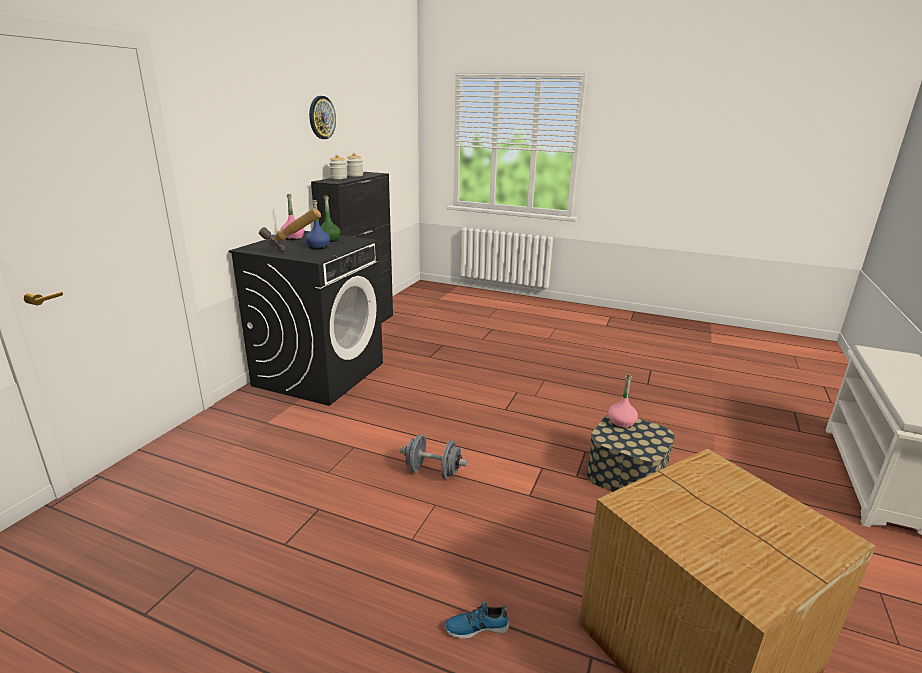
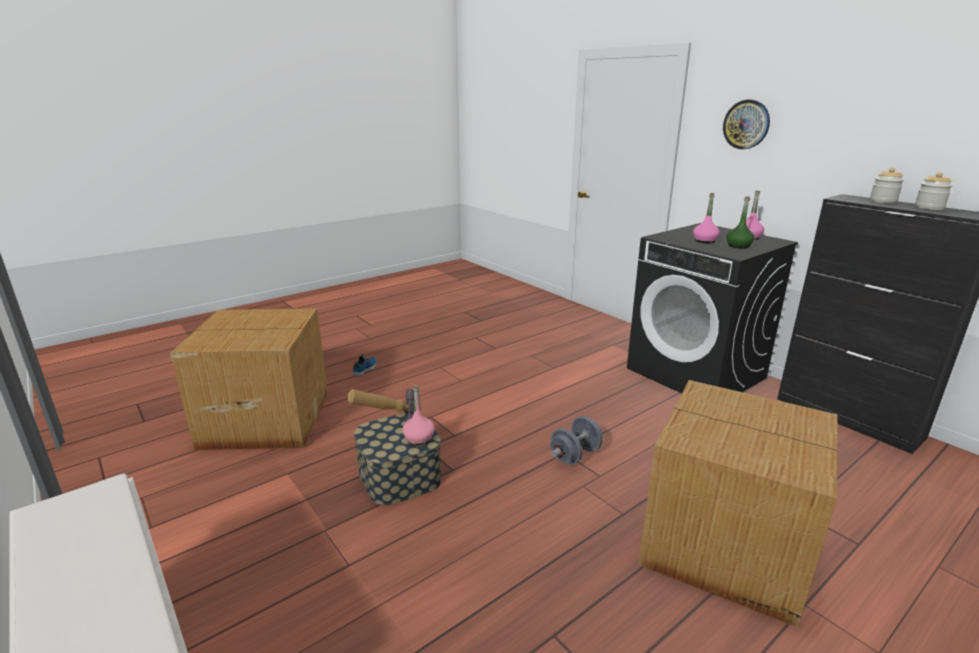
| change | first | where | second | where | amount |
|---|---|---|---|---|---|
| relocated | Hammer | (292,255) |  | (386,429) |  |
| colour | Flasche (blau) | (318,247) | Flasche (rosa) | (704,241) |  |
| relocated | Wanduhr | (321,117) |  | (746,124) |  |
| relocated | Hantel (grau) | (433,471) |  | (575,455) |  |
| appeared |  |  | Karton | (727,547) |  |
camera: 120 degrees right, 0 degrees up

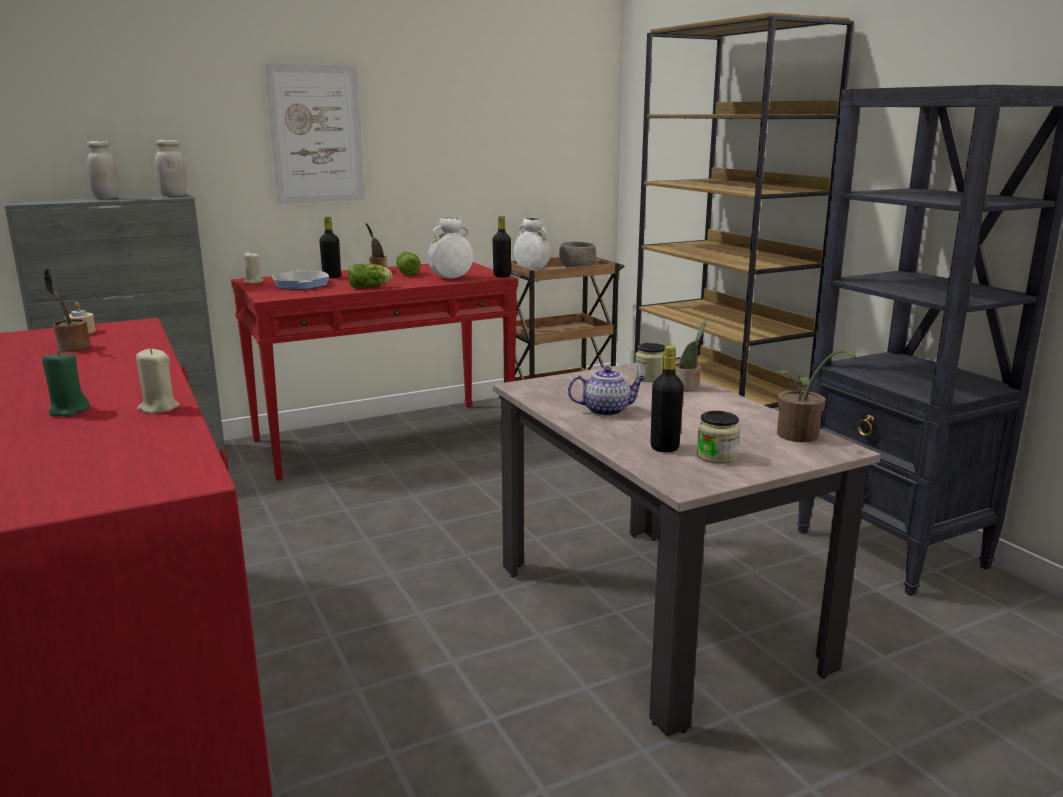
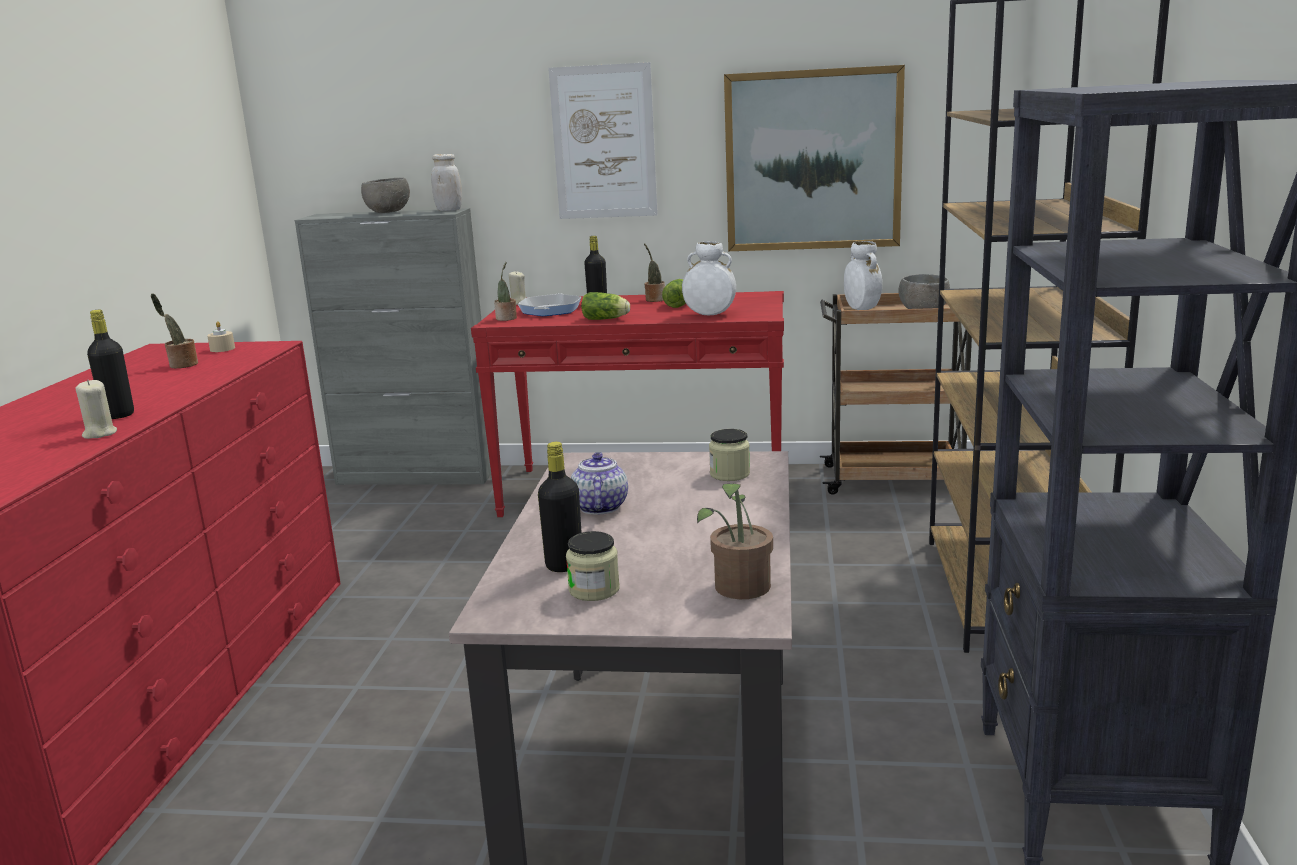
| change | first | where | second | where | amount |
|---|---|---|---|---|---|
| missing | Kerze (grün) | (69,411) |  |  |  |
| exchanged | Vorratsglas (weiß) | (106,198) | Schüssel (grau) | (388,212) |  |
| relocated | Flasche (schwarz) | (502,276) |  | (119,415) |  |
| spun | Teekanne | (606,410) |  | (599,507) | 120 degrees counterclockwise |
| relocated | Topfpflanze | (688,388) |  | (506,318) |  |
| appeared |  |  | Bild | (813,160) |  |
camera: 35 degrees right, 0 degrees up

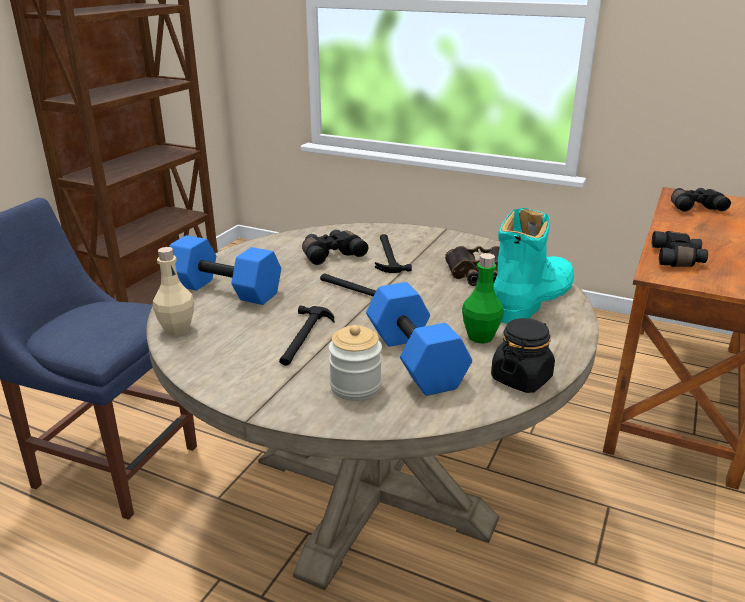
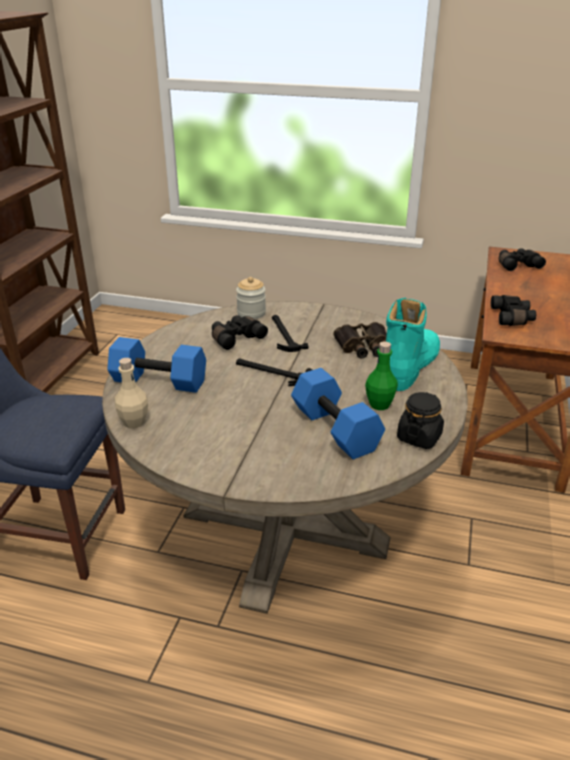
| change | first | where | second | where | amount |
|---|---|---|---|---|---|
| missing | Hammer | (303,337) |  |  |  |
| relocated | Vorratsglas | (355,386) |  | (251,313) |  |
camera: 10 degrees left, 5 degrees up

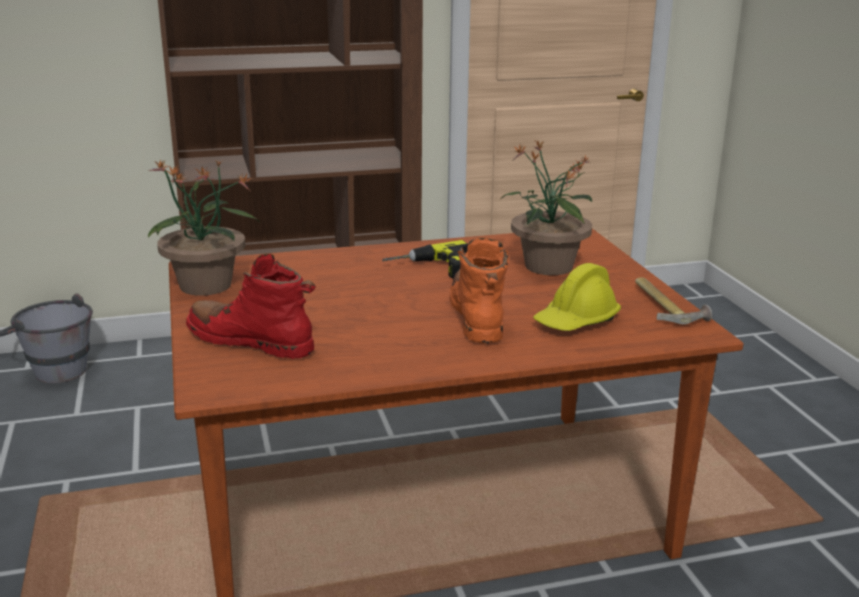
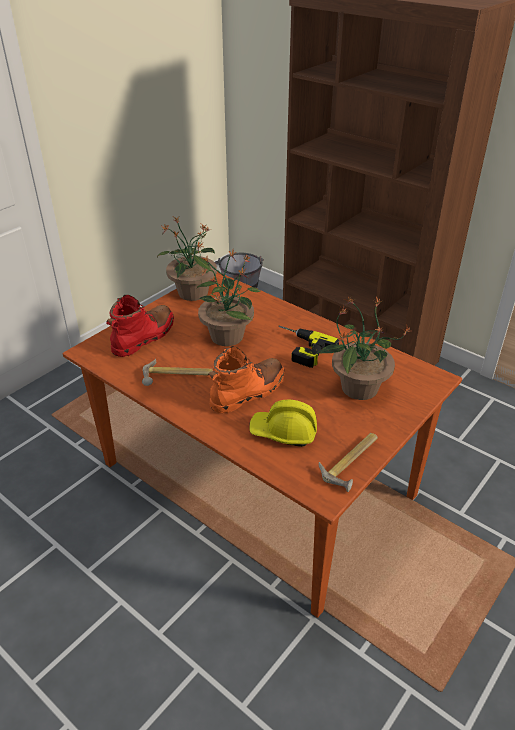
| change | first | where | second | where | amount |
|---|---|---|---|---|---|
| spun | Stiefel (rot) | (251,342) |  | (144,337) | 45 degrees clockwise |
| appeared |  |  | Hammer | (177,376) |  |
| appeared |  |  | Topfpflanze | (227,335) |  |
camera: 55 degrees right, 15 degrees up

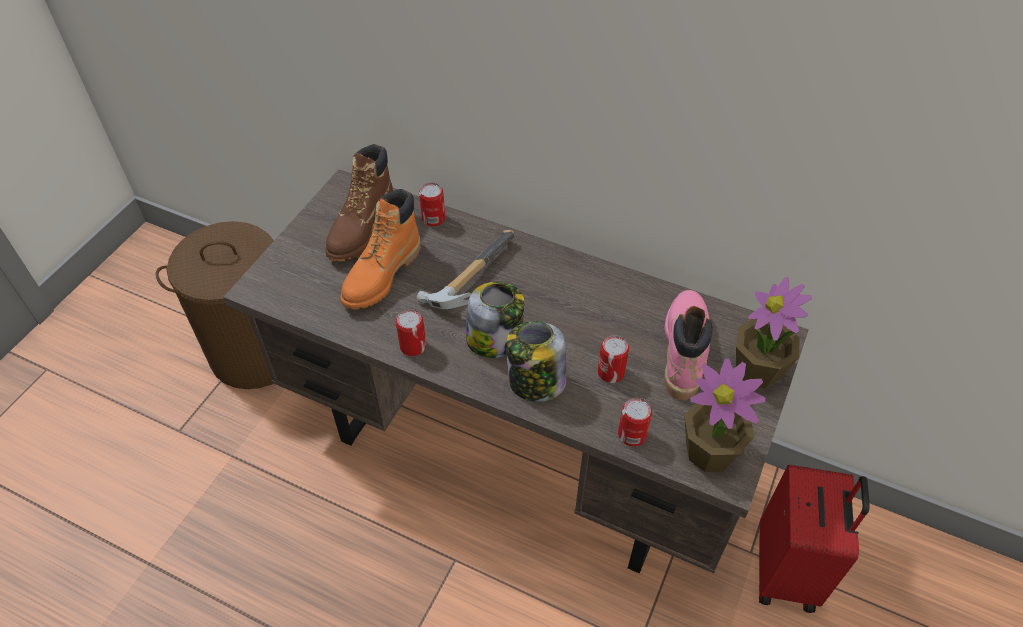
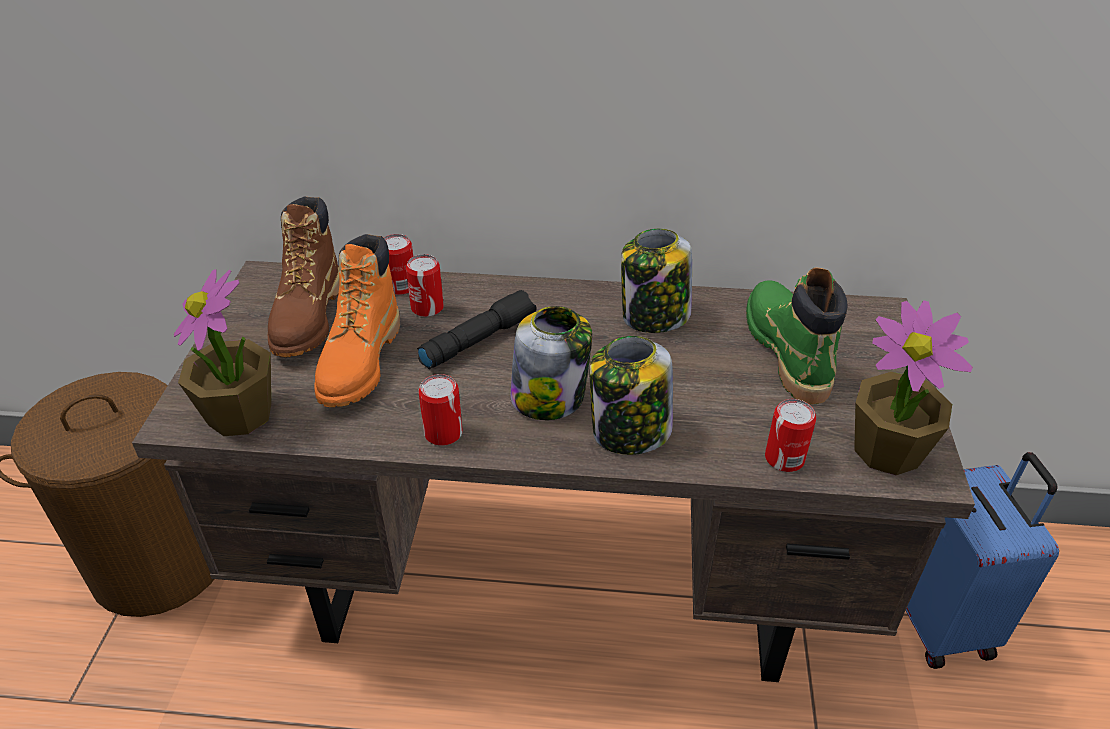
| change | first | where | second | where | amount |
|---|---|---|---|---|---|
| exchanged | Hammer | (467,278) | Taschenlampe (schwarz) | (478,339) |  |
| relocated | Dose | (611,372) |  | (427,308) |  |
| colour | Stiefel (rosa) | (684,349) | Stiefel (grün) | (786,351) |  |
| relocated | Topfpflanze | (757,370) |  | (240,414) |  |
| colour | Koffer (rot) | (787,570) | Koffer (blau) | (940,620) |  |
| appeared |  |  | Vorratsglas | (654,317) |  |
camera: 20 degrees left, 10 degrees down

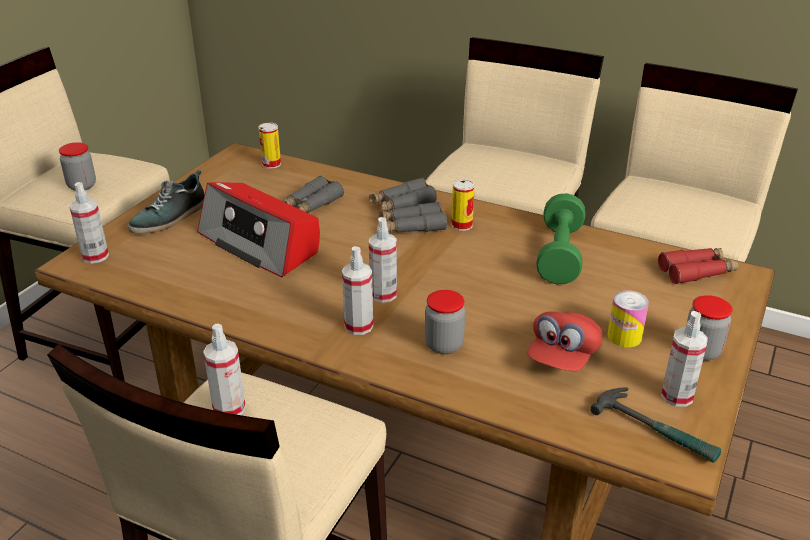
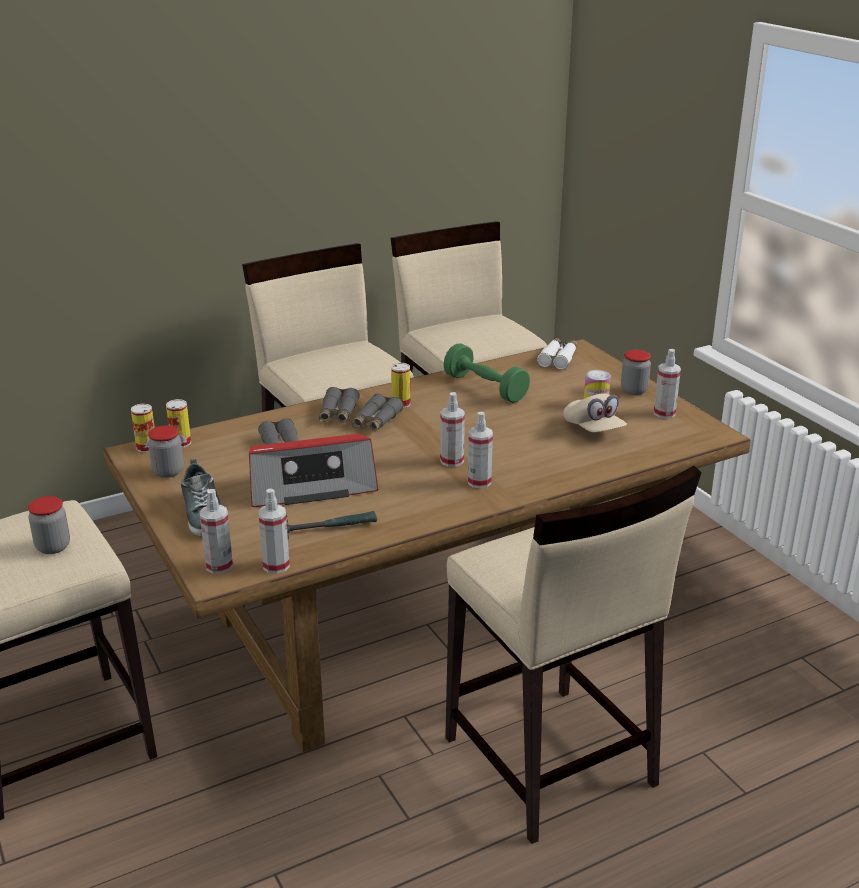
| change | first | where | second | where | amount |
|---|---|---|---|---|---|
| relocated | Sprühflasche | (229,408) |  | (276,565) |  |
| relocated | Vorratsglas | (444,345) |  | (168,471) |  |
| colour | Kappe (rot) | (563,357) | Kappe (beige) | (593,429) |  |
| relocated | Hammer | (656,430) |  | (326,527) |  |
| colour | Fernglas (rot) | (696,272) | Fernglas (weiß) | (558,358) |  |
| appeared |  |  | Dose | (146,447) |  |
camera: 55 degrees left, 5 degrees down

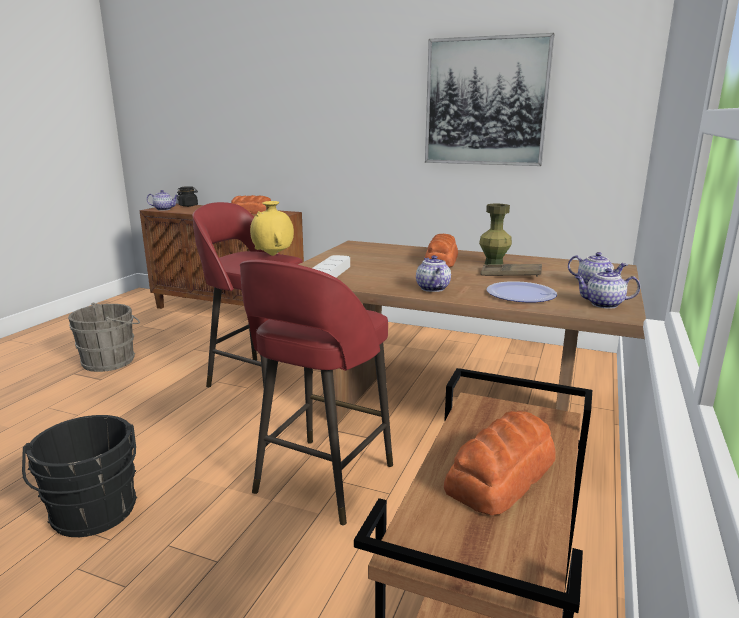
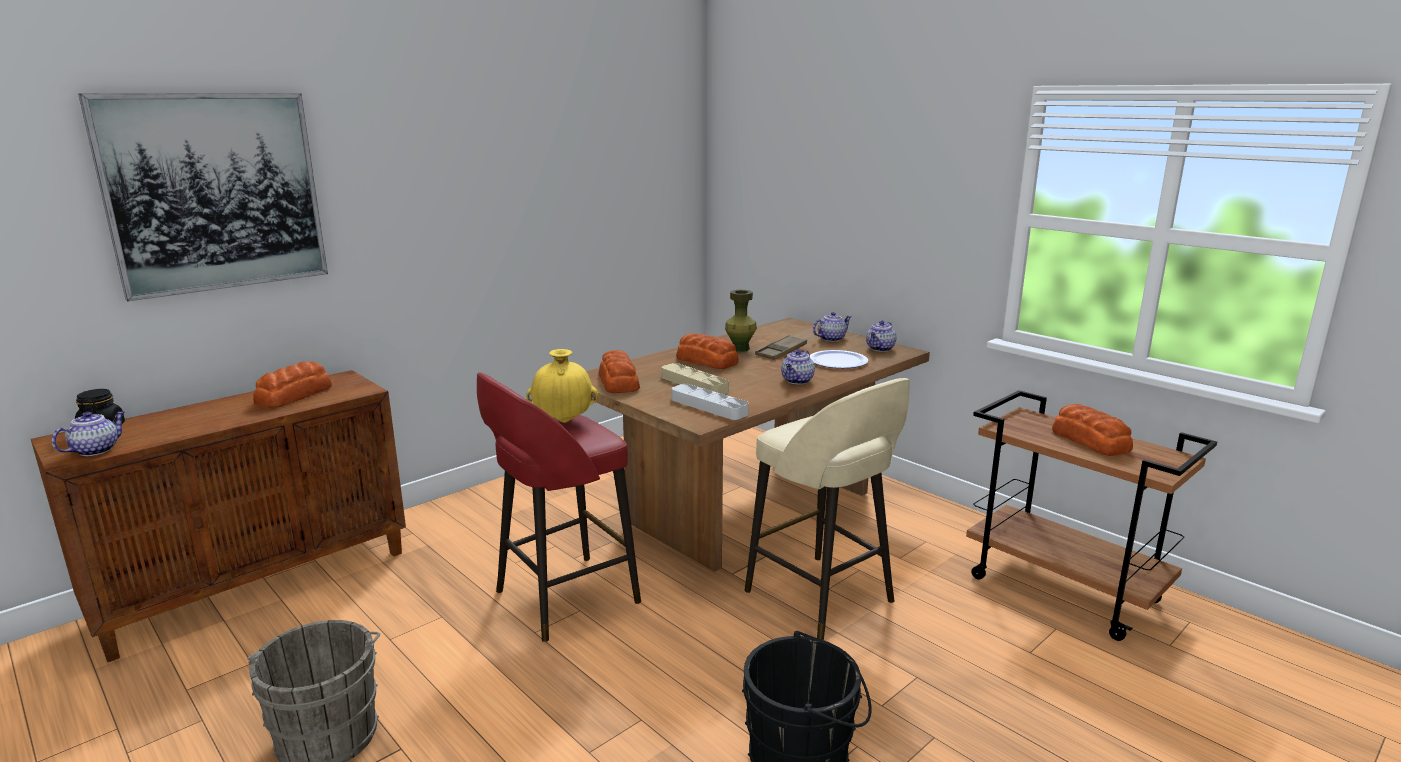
| change | first | where | second | where | amount |
|---|---|---|---|---|---|
| colour | Hocker (rot) | (321,481) | Hocker (beige) | (822,599) |  |
| spun | Teekanne | (432,288) |  | (797,381) | 75 degrees counterclockwise |
| relocated | Bild | (485,102) |  | (215,192) |  |
| appeared |  |  | Brot | (619,382) |  |
| appeared |  |  | Tablett (beige) | (694,384) |  |
camera: 65 degrees left, 0 degrees up

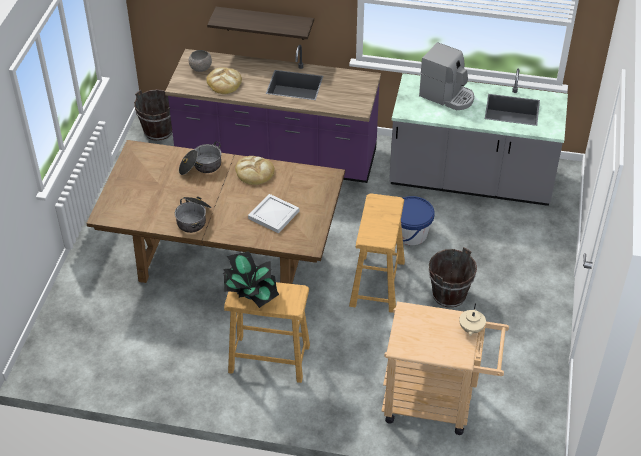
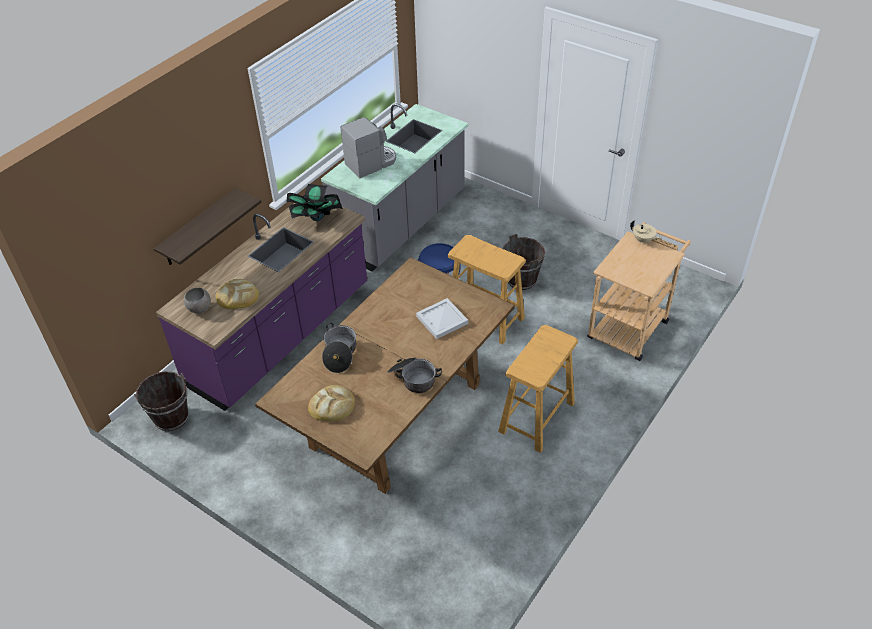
| change | first | where | second | where | amount |
|---|---|---|---|---|---|
| relocated | Topfpflanze | (250,294) |  | (316,218) |  |
| relocated | Brot | (254,172) |  | (332,405) |  |
camera: 65 degrees left, 0 degrees up

